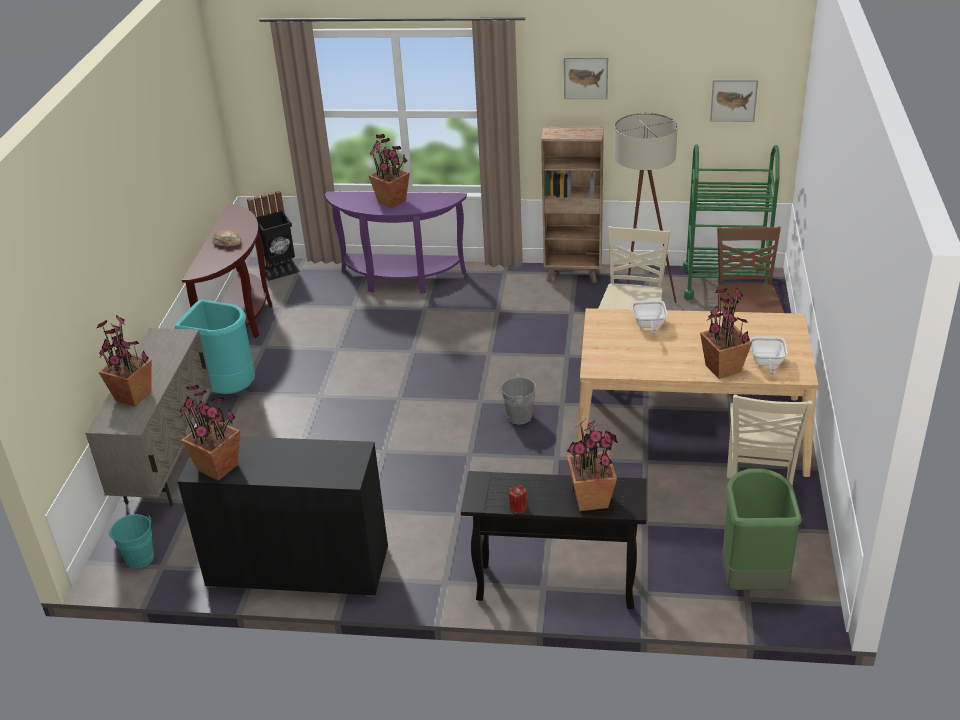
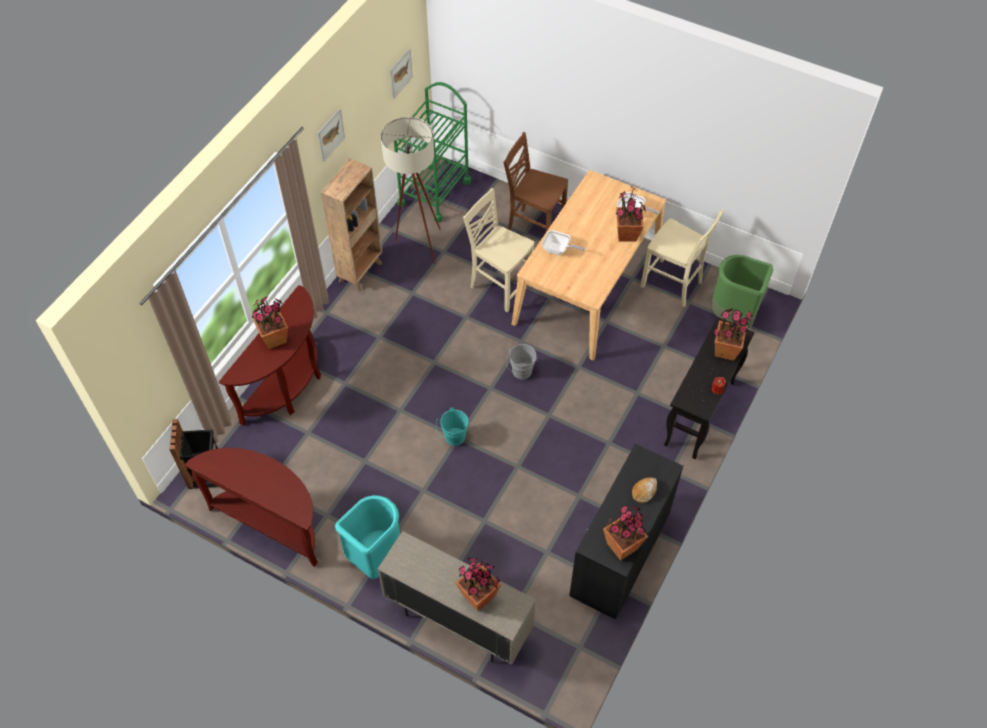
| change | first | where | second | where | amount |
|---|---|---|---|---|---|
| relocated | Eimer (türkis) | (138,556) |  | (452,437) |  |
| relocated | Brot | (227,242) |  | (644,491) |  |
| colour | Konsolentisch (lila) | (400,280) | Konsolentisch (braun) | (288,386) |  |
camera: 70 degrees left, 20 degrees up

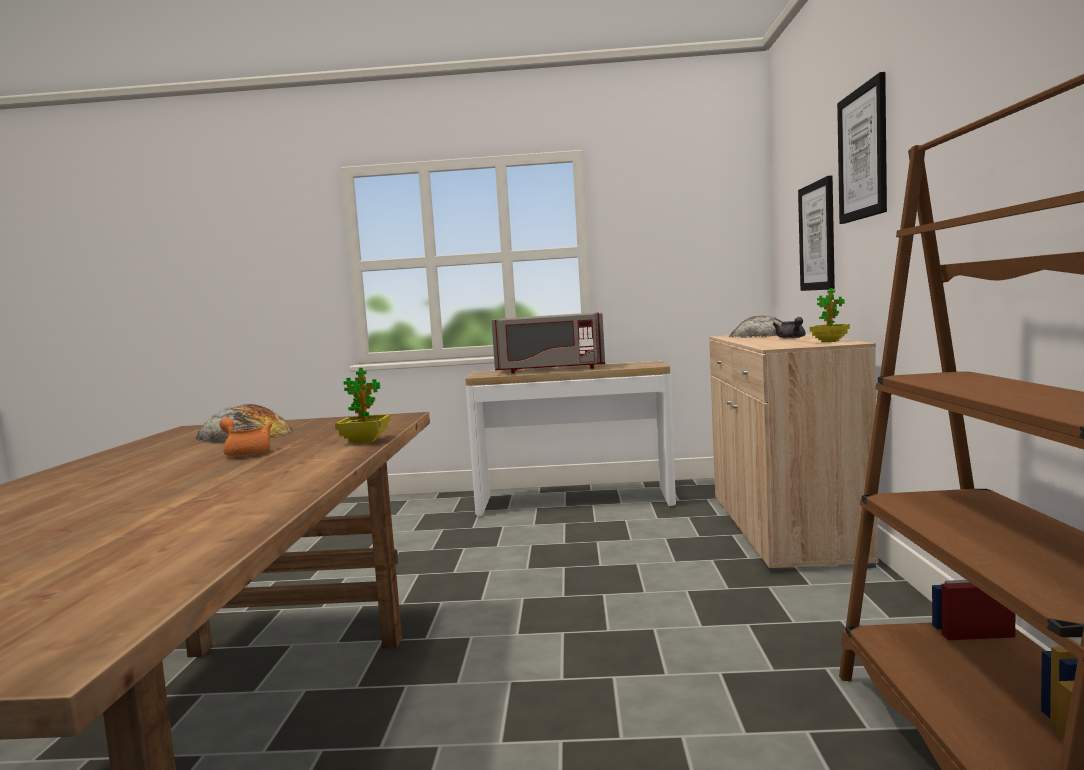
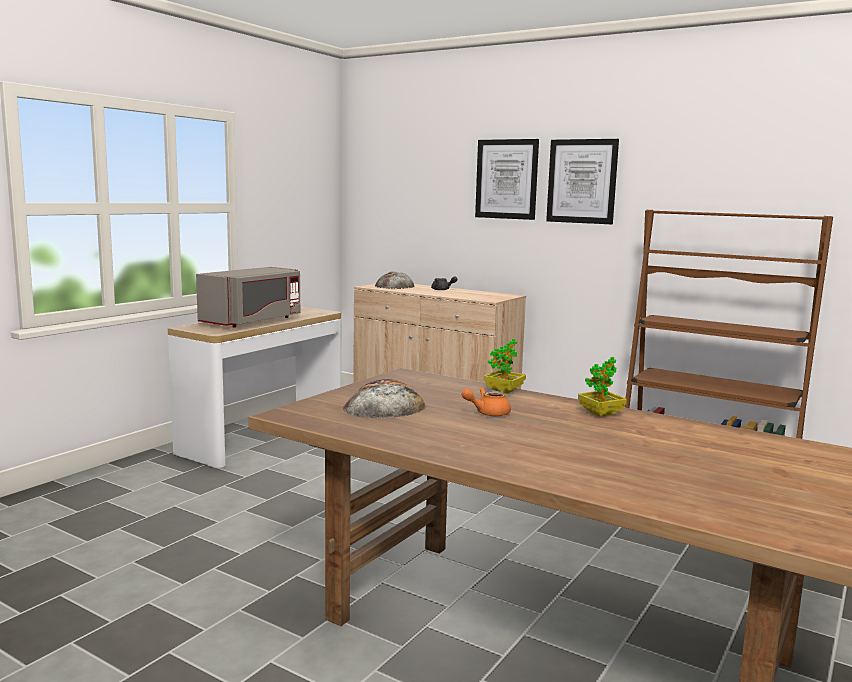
| change | first | where | second | where | amount |
|---|---|---|---|---|---|
| relocated | Bild | (817,236) |  | (582,181) |  |
| relocated | Topfpflanze | (830,341) |  | (601,413) |  |
camera: 60 degrees left, 5 degrees up

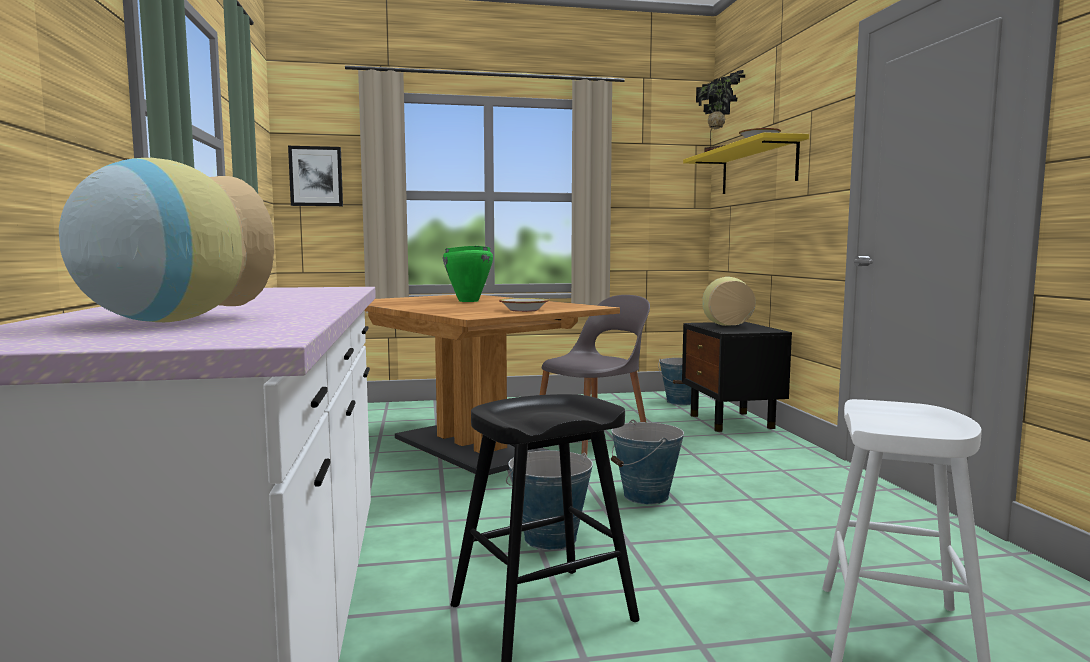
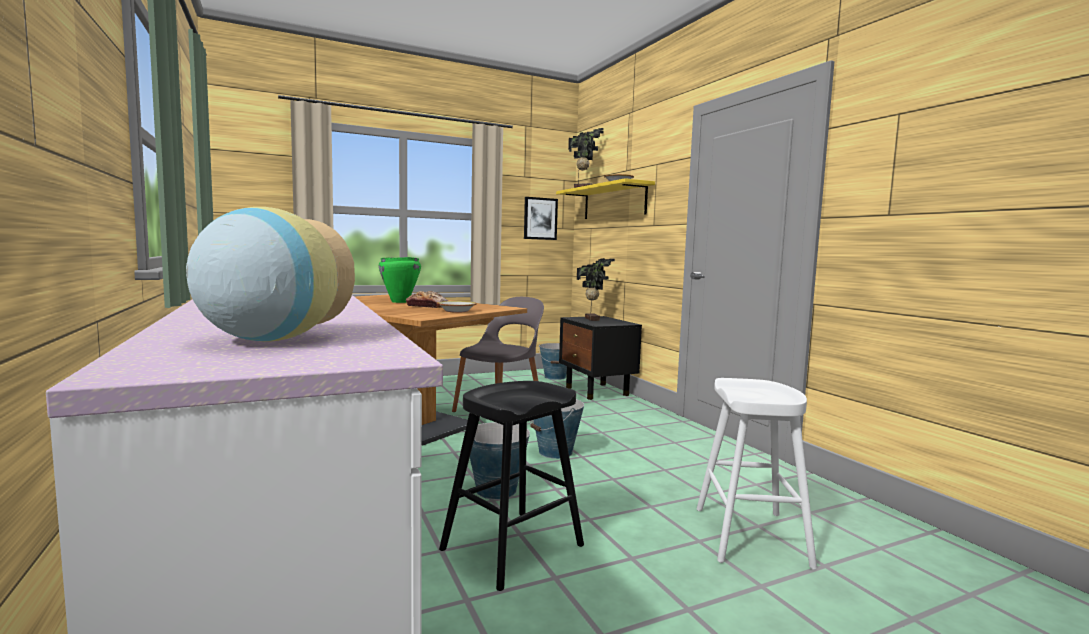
| change | first | where | second | where | amount |
|---|---|---|---|---|---|
| relocated | Bild | (316,176) |  | (540,218) |  |
| exchanged | Vase | (726,325) | Topfpflanze | (593,319) |  |
| appeared |  |  | Brot | (427,306) |  |
camera: 15 degrees left, 0 degrees up

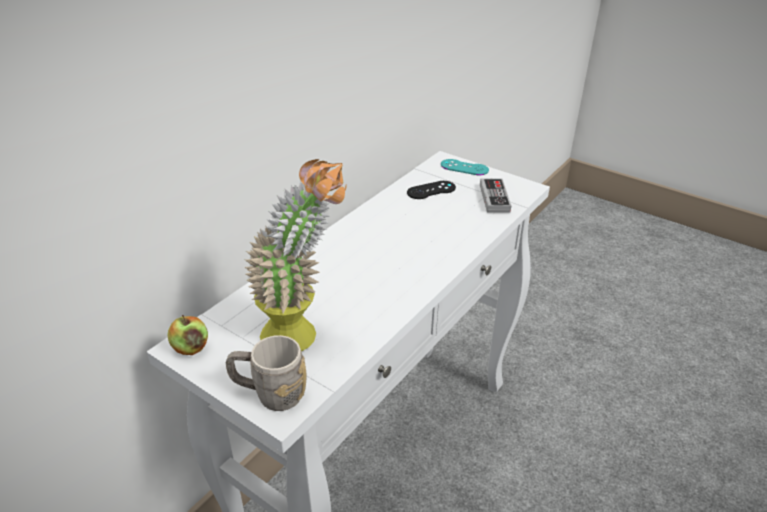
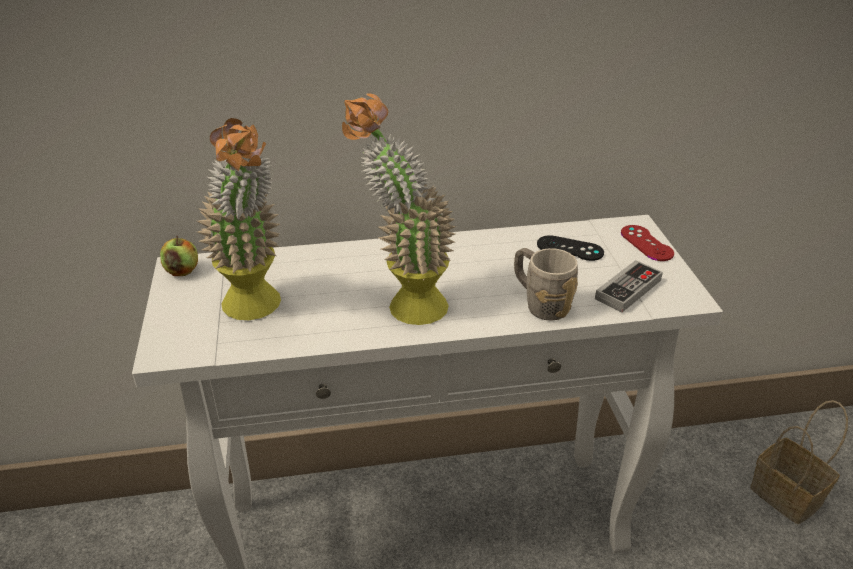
| change | first | where | second | where | amount |
|---|---|---|---|---|---|
| relocated | Henkelbecher (grau) | (270,394) |  | (540,303) |  |
| colour | Gamepad (türkis) | (464,167) | Gamepad (rot) | (646,243) |  |
| appeared |  |  | Topfpflanze | (403,304) |  |
| appeared |  |  | Korb | (788,496) |  |
camera: 45 degrees right, 0 degrees up

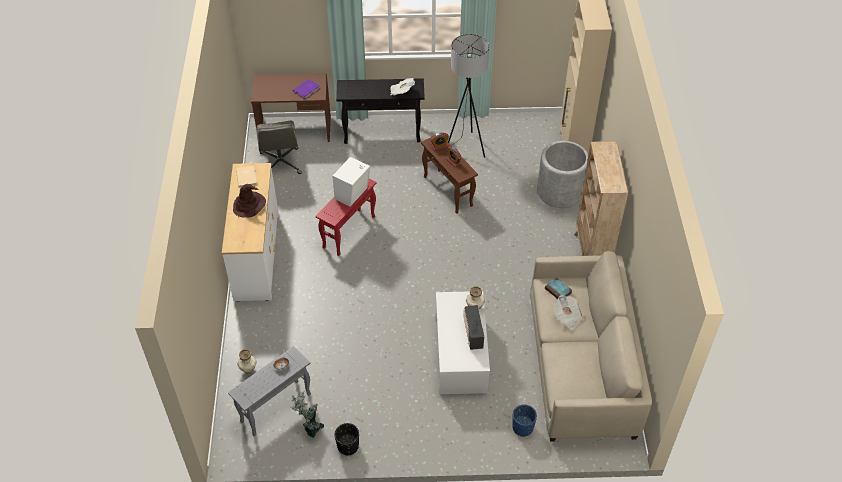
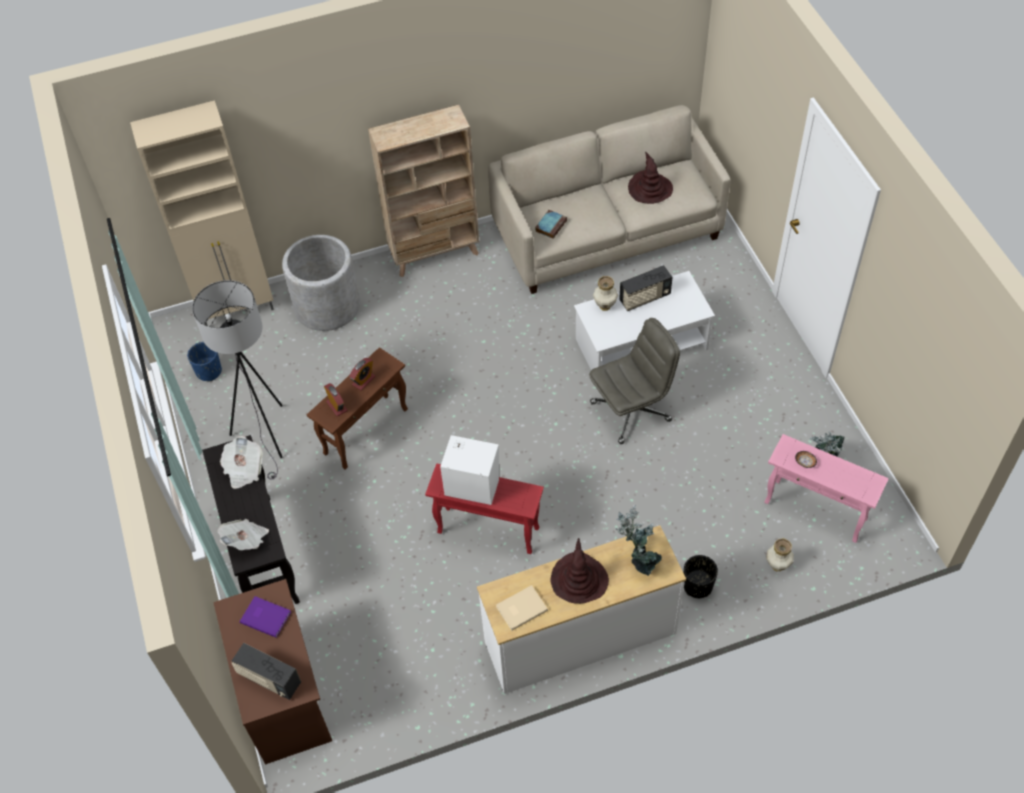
| change | first | where | second | where | amount |
|---|---|---|---|---|---|
| colour | Beistelltisch (grau) | (276,408) | Beistelltisch (rosa) | (815,510) |  |
| relocated | Bürostuhl (grau) | (280,164) |  | (631,411) |  |
| relocated | Pflanzkübel (schwarz) | (348,446) |  | (697,586) |  |
| relocated | Pflanzkübel (blau) | (522,427) |  | (209,371) |  |
| relocated | Zeitung | (567,317) |  | (246,540) |  |
| appeared |  |  | Radio | (269,679) |  |
| appeared |  |  | Topfpflanze | (638,558) |  |
| appeared |  |  | Hut (braun) | (650,189) |  |
camera: 105 degrees left, 5 degrees up

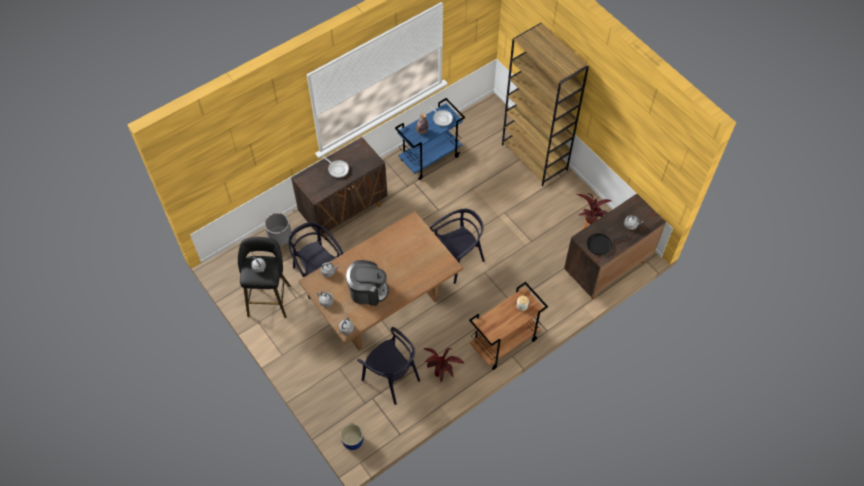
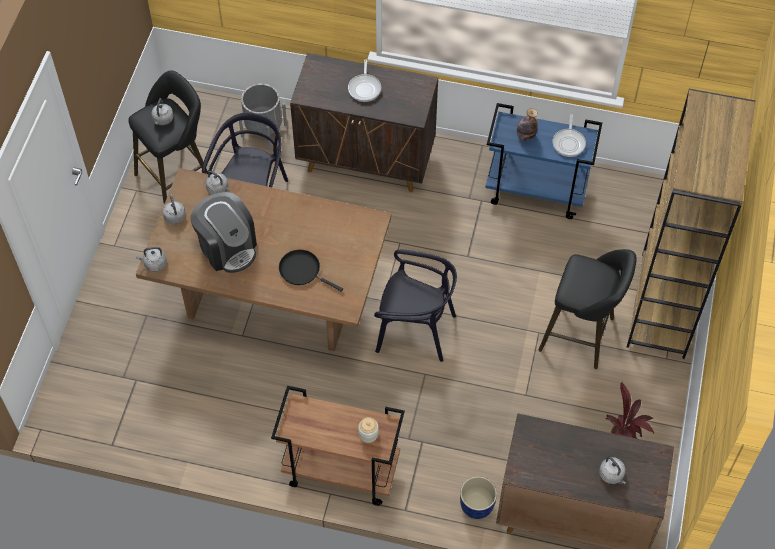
| change | first | where | second | where | amount |
|---|---|---|---|---|---|
| relocated | Pflanzkübel (blau) | (352,441) |  | (476,505) |  |
| missing | Stuhl (schwarz) | (391,378) |  |  |  |
| missing | Topfpflanze | (442,377) |  |  |  |
| relocated | Pfanne (schwarz) | (600,244) |  | (302,270) |  |
| appeared |  |  | Hocker (schwarz) | (581,335) |  |
camera: 50 degrees right, 0 degrees up

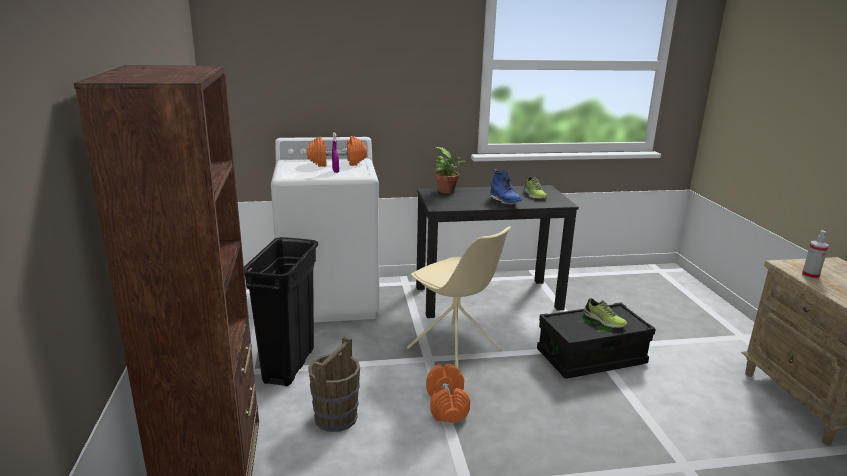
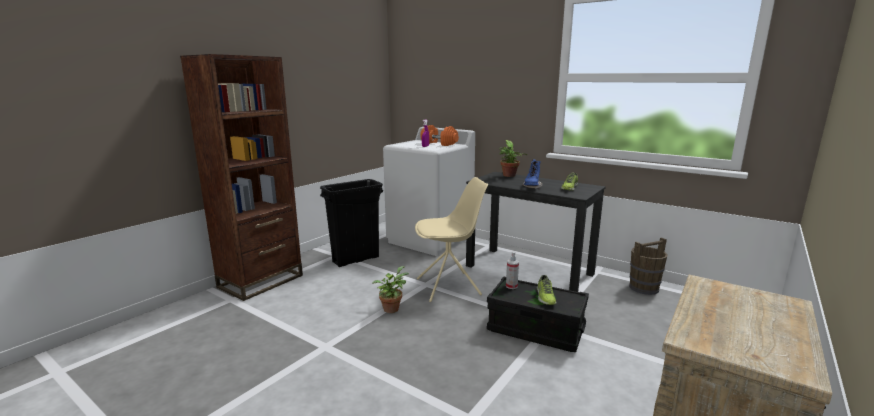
| change | first | where | second | where | amount |
|---|---|---|---|---|---|
| relocated | Eimer (braun) | (336,417) |  | (644,288) |  |
| spun | Stuhl (beige) | (455,350) |  | (449,287) | 105 degrees counterclockwise |
| exchanged | Hantel (orange) | (447,405) | Topfpflanze | (391,308) |  |
| relocated | Sprühflasche | (810,276) |  | (511,286) |  |
camera: 45 degrees right, 5 degrees down

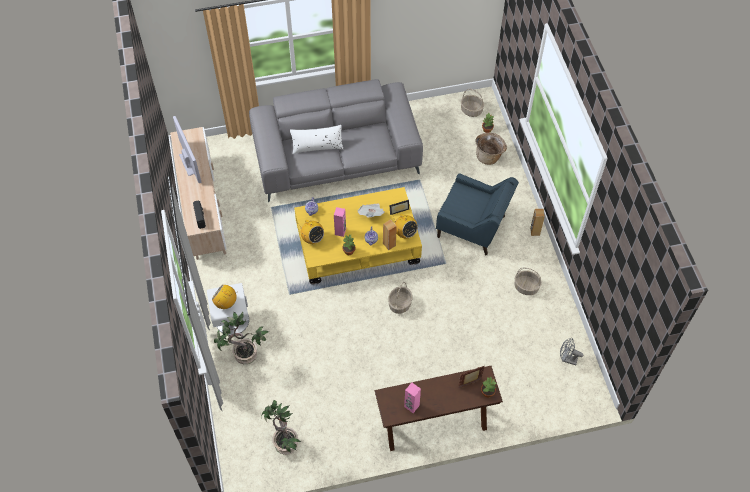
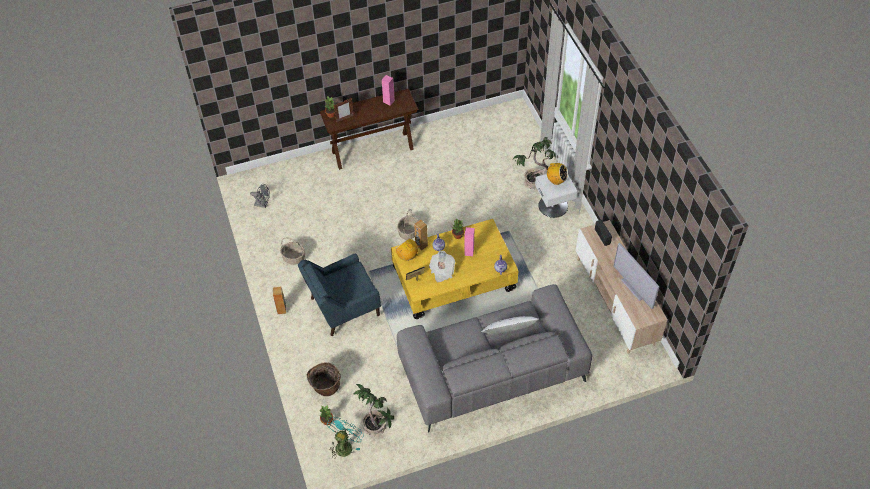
| change | first | where | second | where | amount |
|---|---|---|---|---|---|
| relocated | Topfpflanze | (284,443) |  | (375,426) |  |
| missing | Radio | (312,239) |  |  |  |
| spun | Sessel (blau) | (473,227) |  | (343,307) | 45 degrees counterclockwise |
| exchanged | Korb | (471,110) | Ventilator (türkis) | (345,445) |  |
camera: 175 degrees right, 5 degrees down

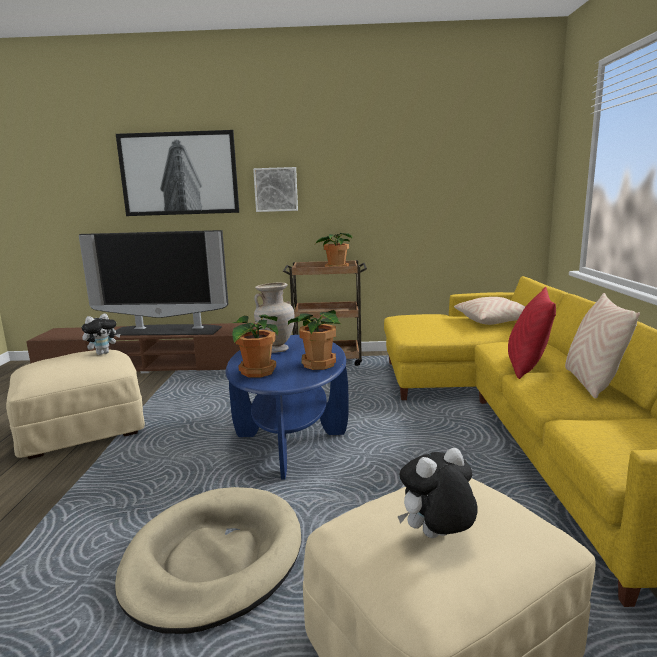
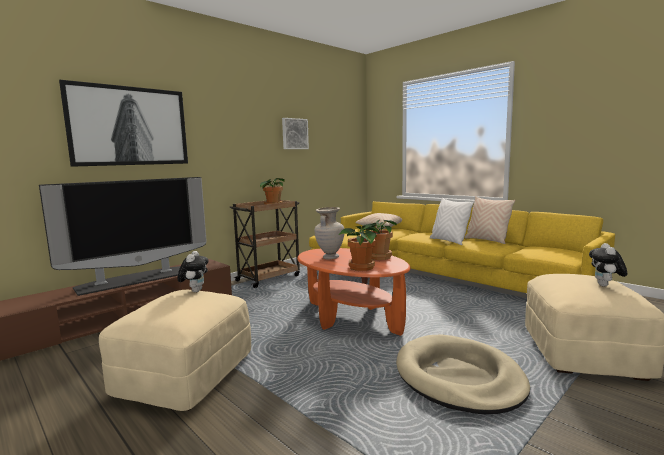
| change | first | where | second | where | amount |
|---|---|---|---|---|---|
| colour | Couchtisch (blau) | (291,436) | Couchtisch (orange) | (351,318) |  |
| relocated | Bild | (276,189) |  | (294,134) |  |
| colour | Kissen (rot) | (527,367) | Kissen (weiß) | (449,241) |  |
camera: 45 degrees left, 5 degrees down

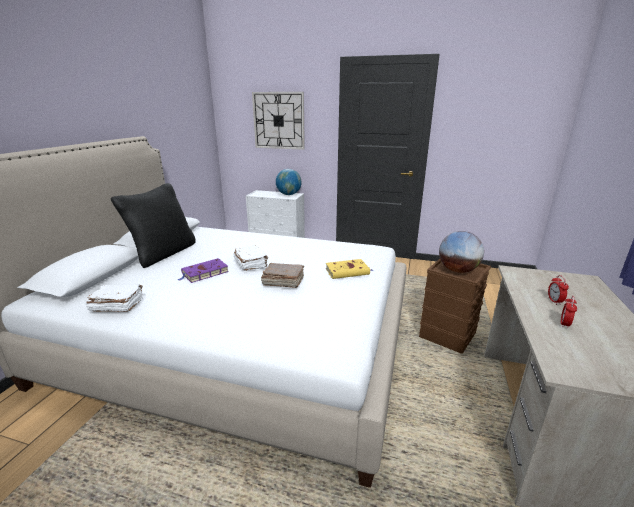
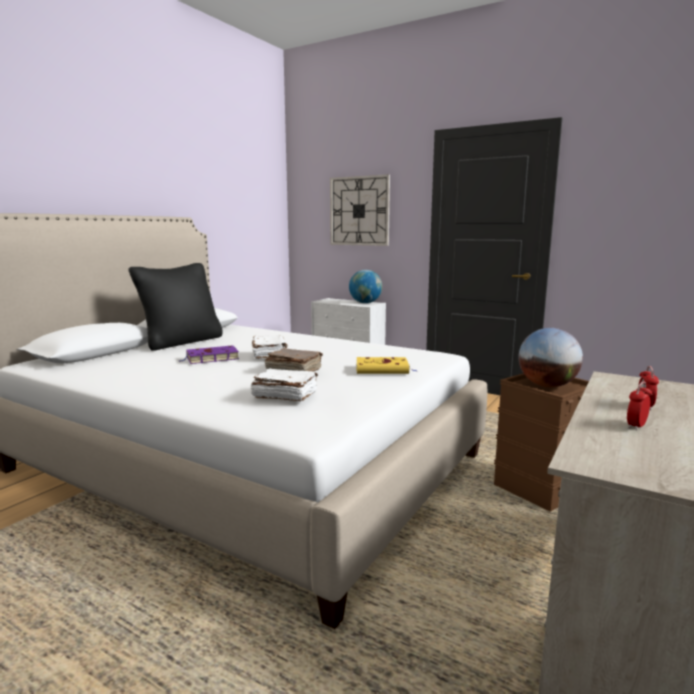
| change | first | where | second | where | amount |
|---|---|---|---|---|---|
| relocated | Buch (weiß) | (117,305) |  | (284,395) |  |
camera: 15 degrees right, 10 degrees down

